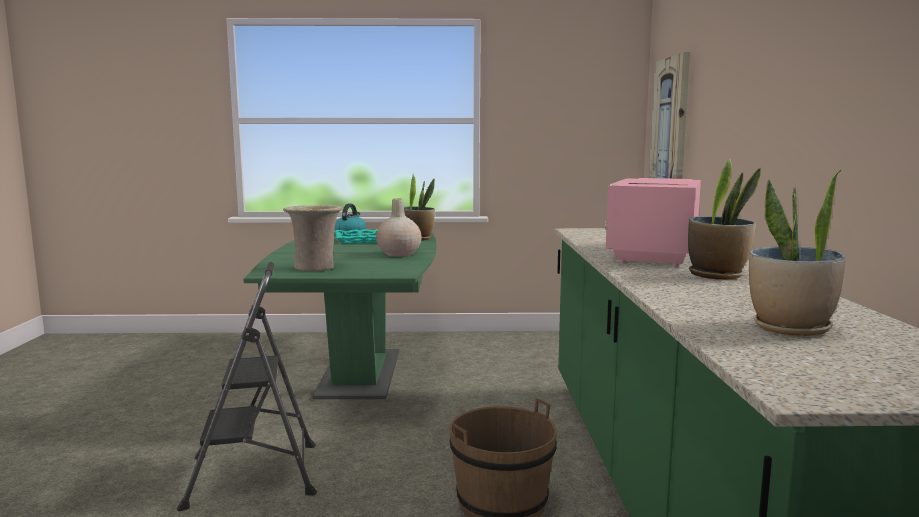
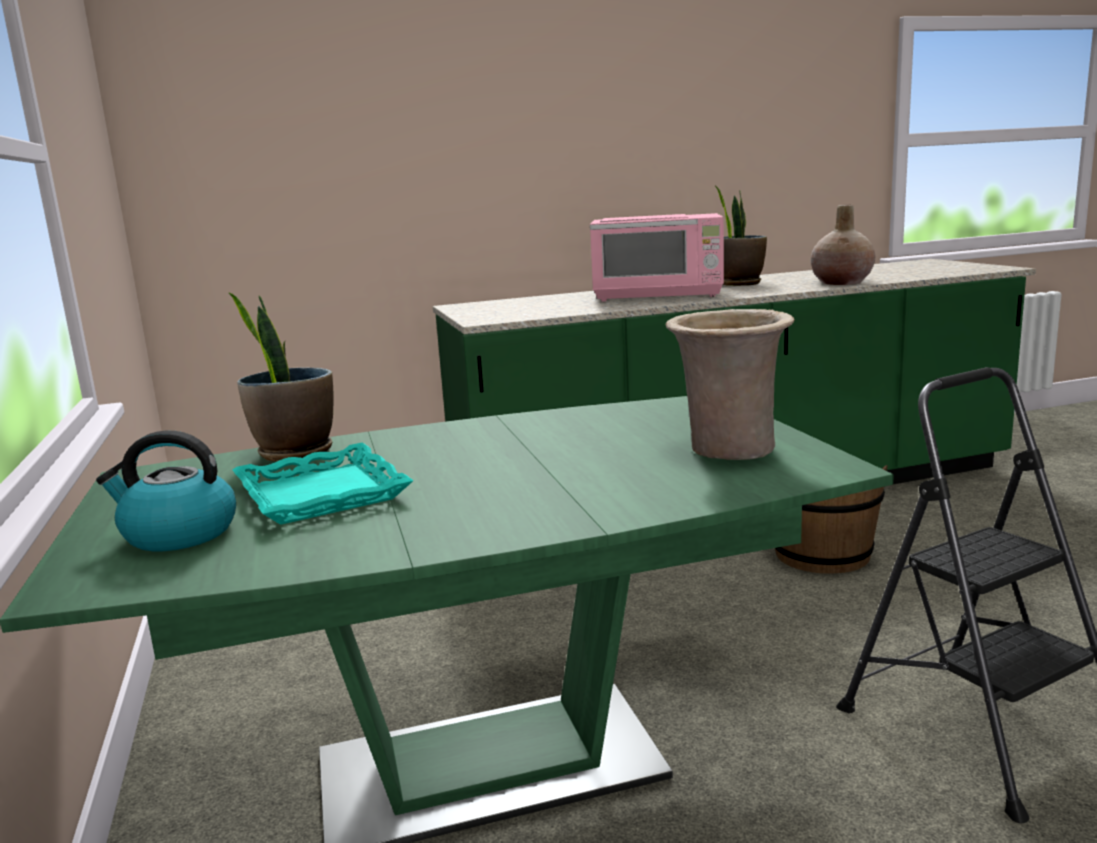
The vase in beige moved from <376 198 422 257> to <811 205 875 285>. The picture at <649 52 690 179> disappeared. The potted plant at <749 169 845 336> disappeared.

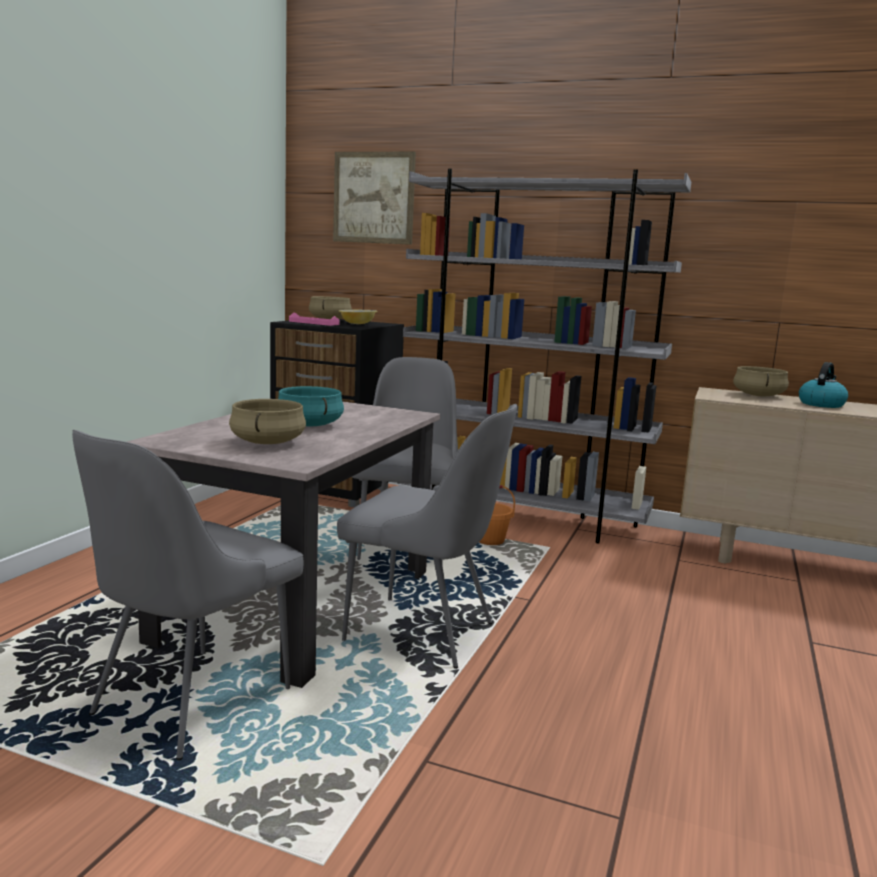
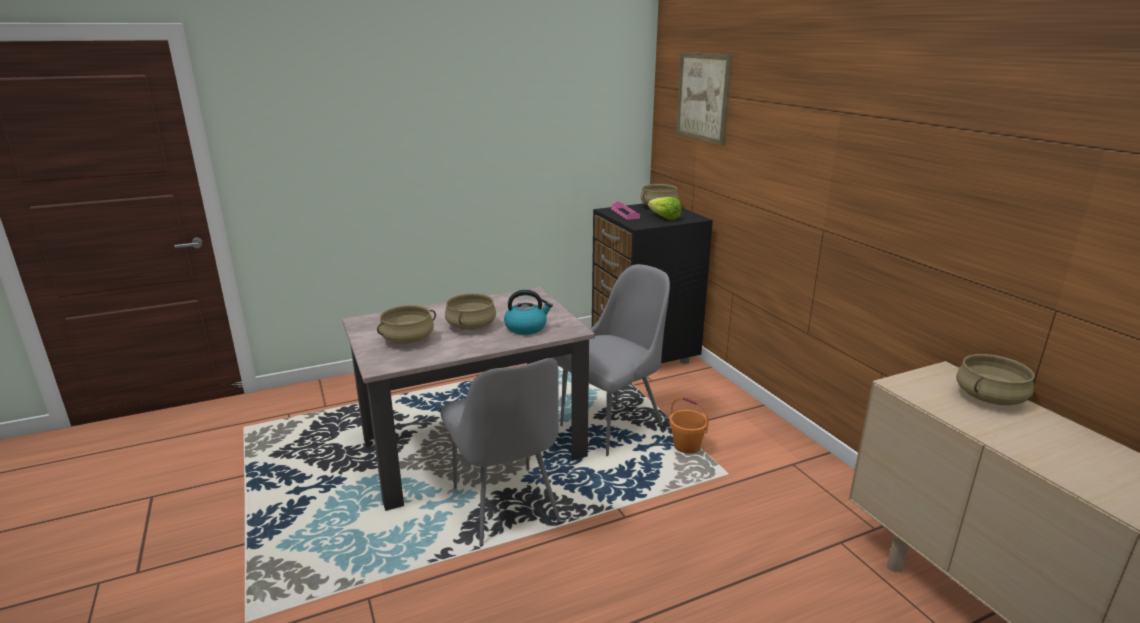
The cooking pot in turquoise at <278 386 344 426> became the cooking pot in beige at <445 293 496 330>. The kettle moved from <799 362 848 408> to <504 290 553 335>. The bowl at <339 310 377 324> was replaced by the lettuce at <648 197 681 220>. The chair in grey at <72 430 303 761> disappeared. The bookcase in grey at <397 169 691 544> disappeared.

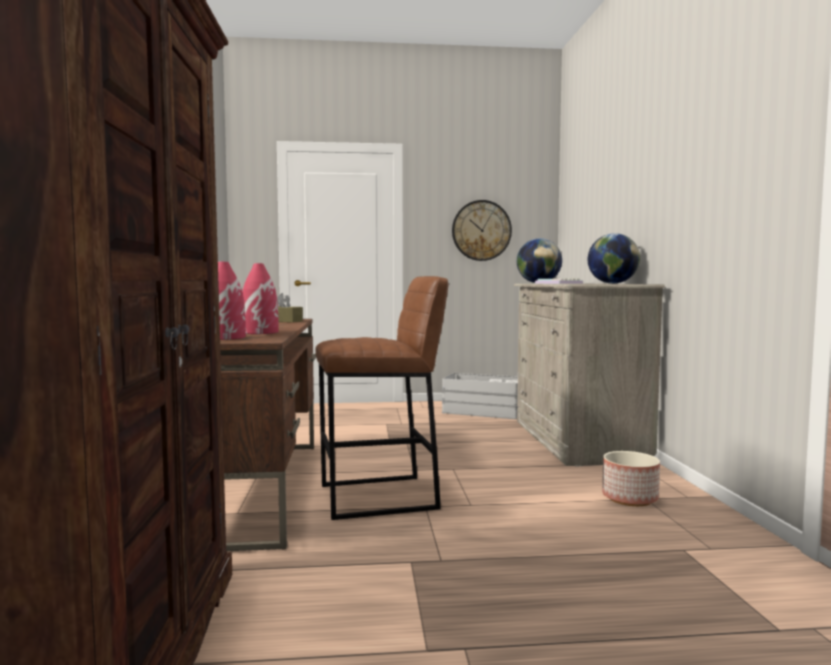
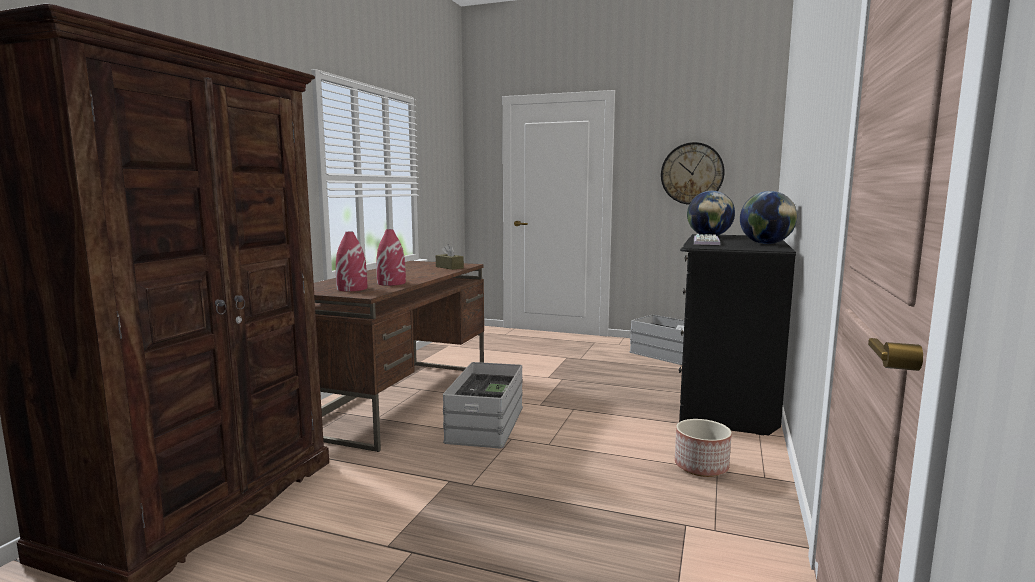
The stool in brown at <316 276 449 520> was replaced by the storage box in grey at <443 362 523 448>. The dresser in beige at <514 283 665 466> became the dresser in black at <679 234 796 435>.

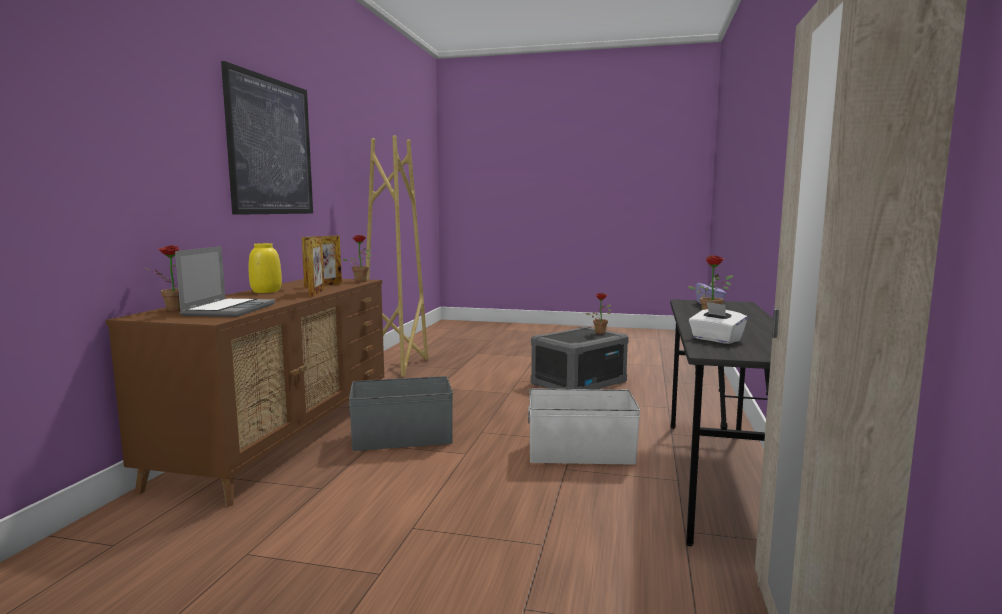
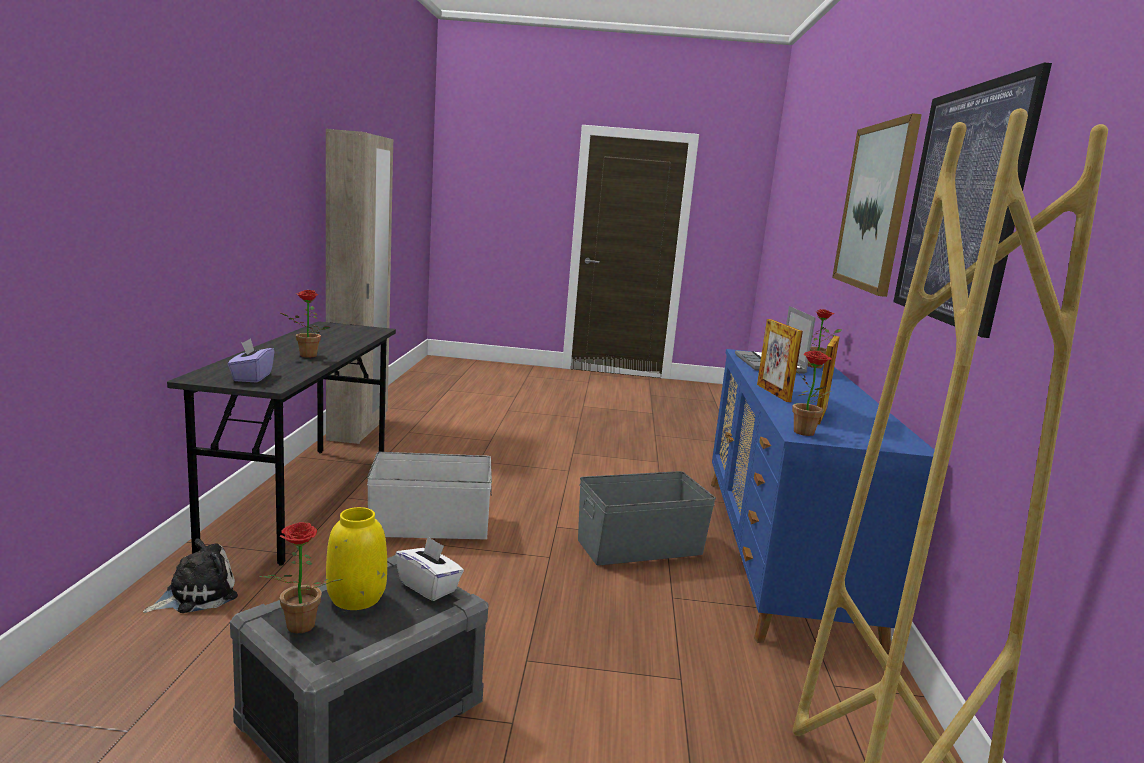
The plush toy at <143 538 238 613> appeared. The vase in yellow moved from <249 243 282 293> to <326 507 387 610>. The tissue box in white moved from <689 302 748 344> to <395 537 464 601>. The dresser in brown at <106 279 384 507> became the dresser in blue at <711 349 935 656>. The picture at <832 113 922 297> appeared.

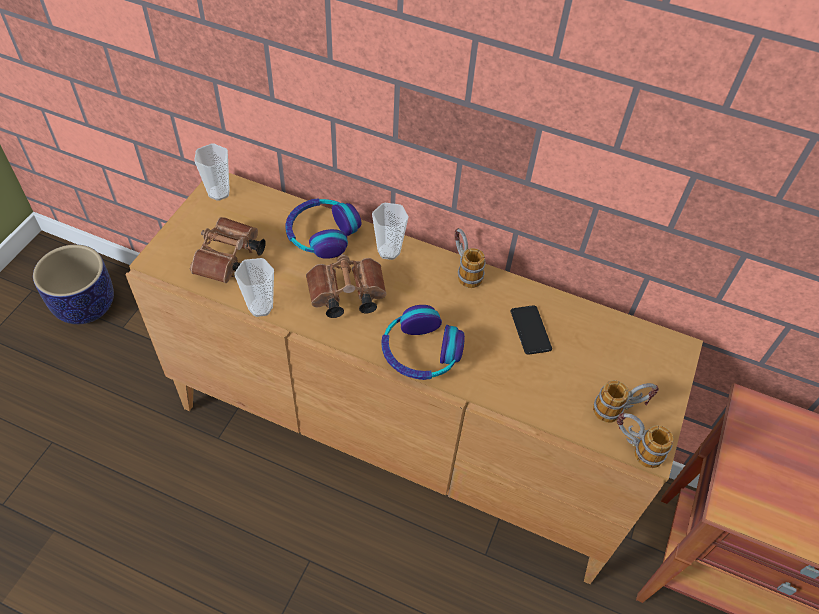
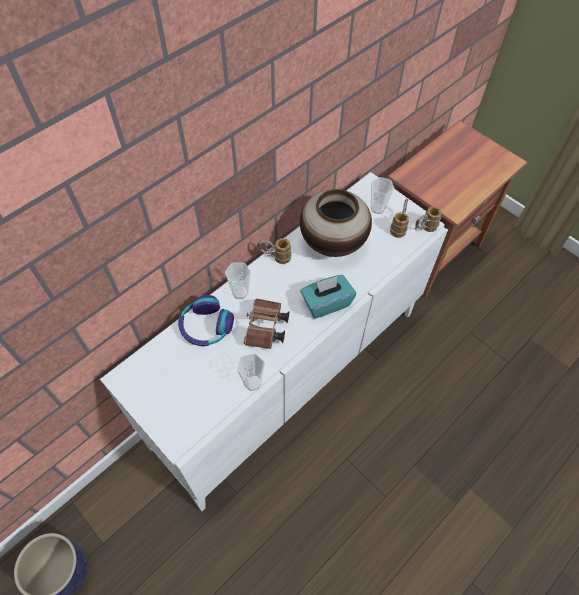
The dresser in brown at <125 173 703 584> became the dresser in white at <100 172 448 511>. The phone at <510 305 552 355> was replaced by the vase at <300 189 372 257>. The headphones at <382 305 465 380> was replaced by the tissue box in turquoise at <300 275 356 319>. The cup moved from <194 144 230 201> to <371 177 394 214>. The binoculars in brown at <190 217 266 283> disappeared.

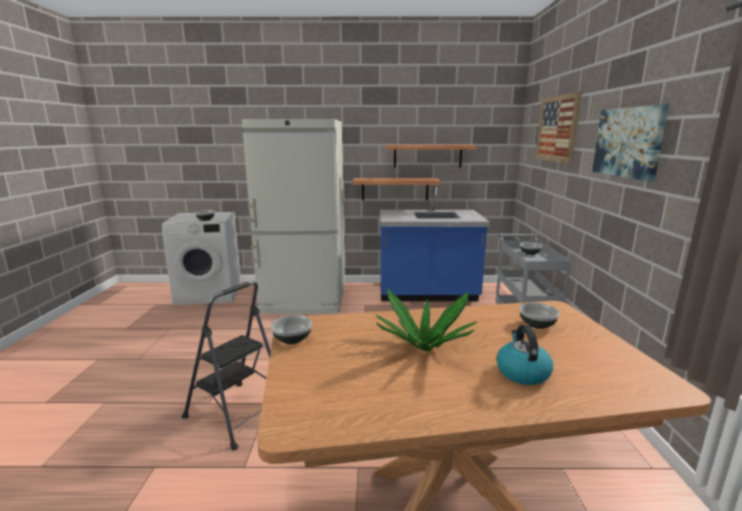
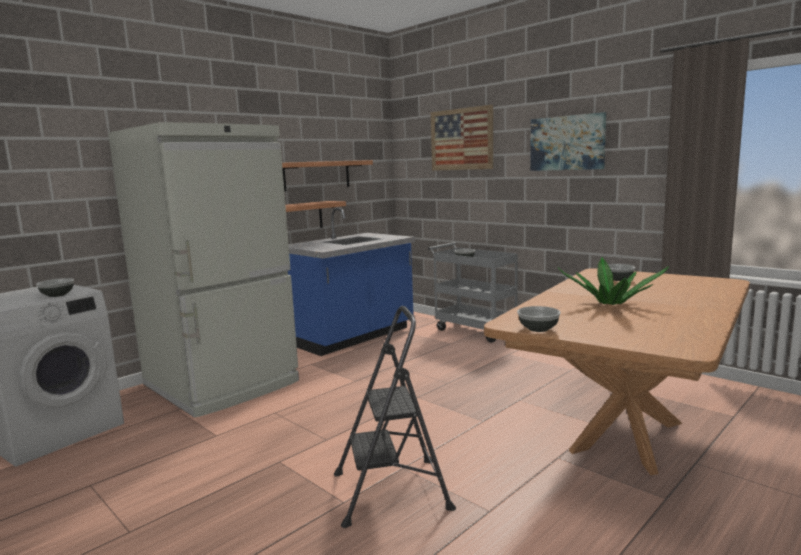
The kettle at <496 325 553 385> disappeared.

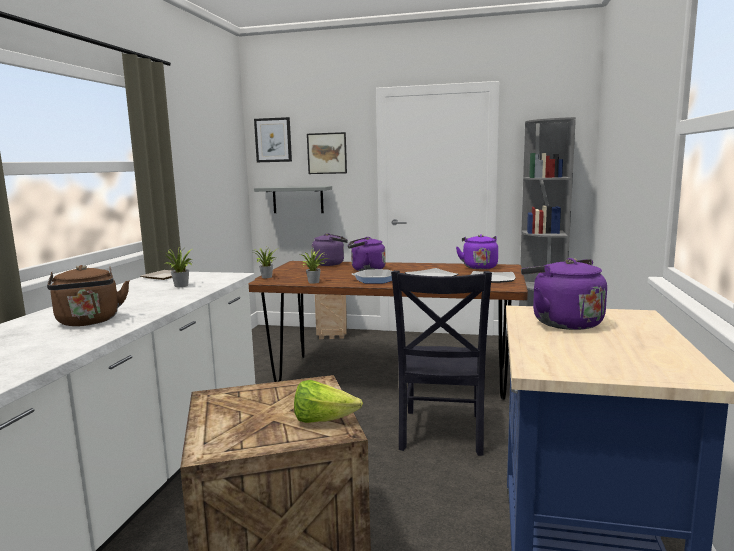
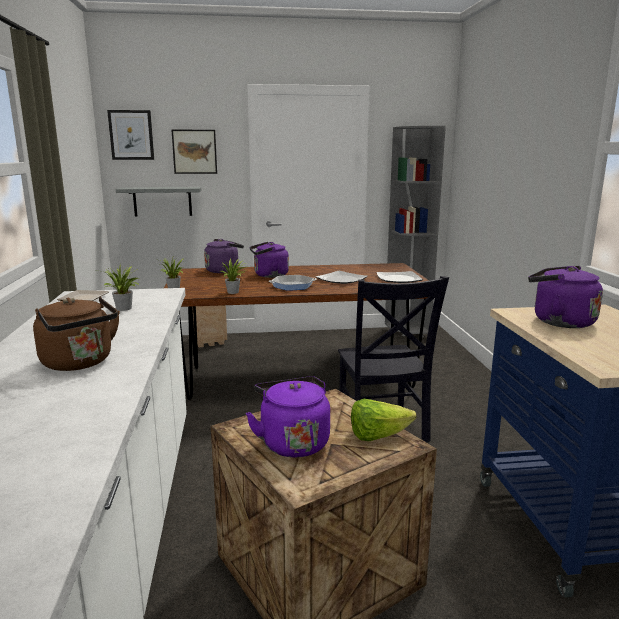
The kettle in purple moved from <456 234 498 269> to <246 376 330 458>.

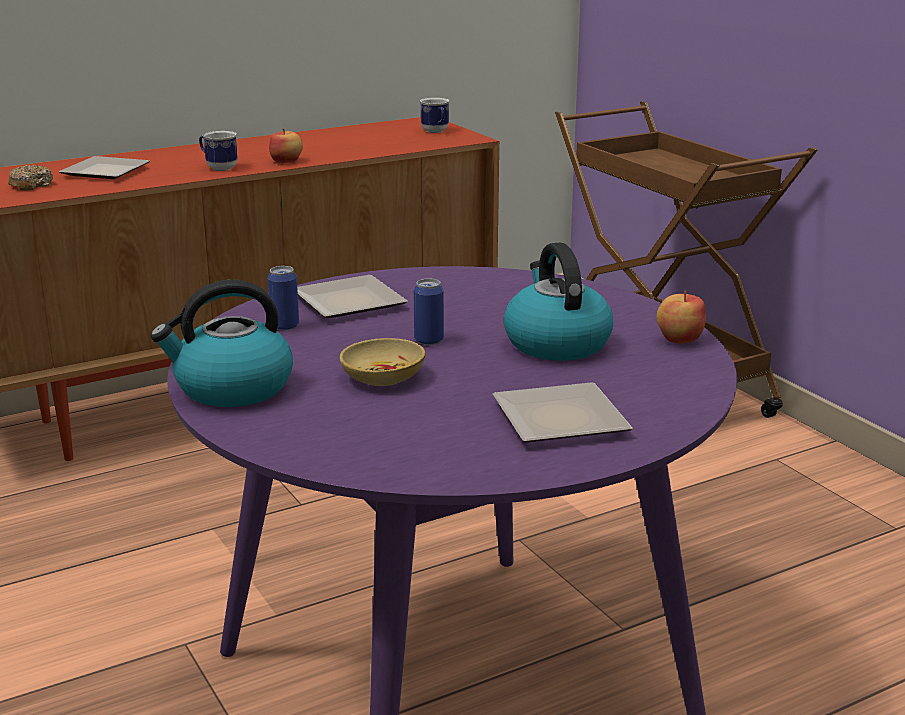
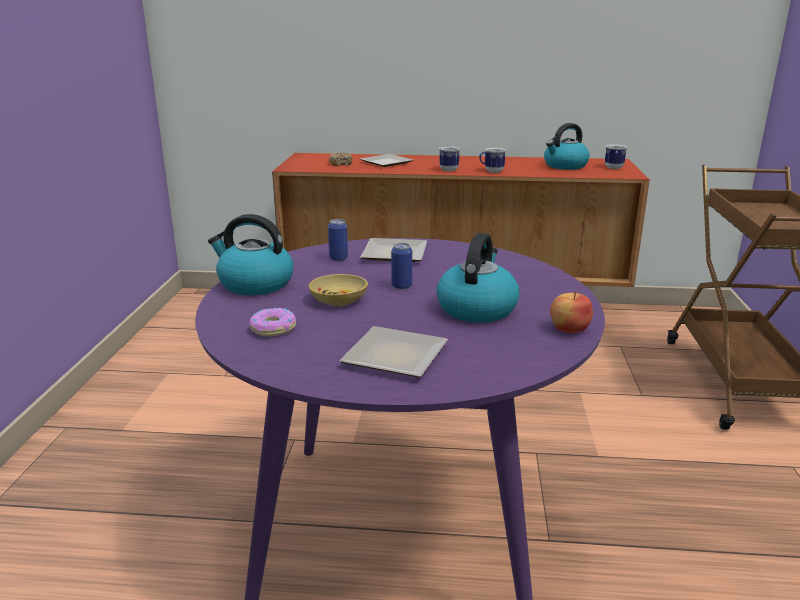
The donut at <249 307 296 336> appeared. The apple at <269 128 303 163> was replaced by the mug at <479 148 506 173>. The kettle at <544 123 590 170> appeared.

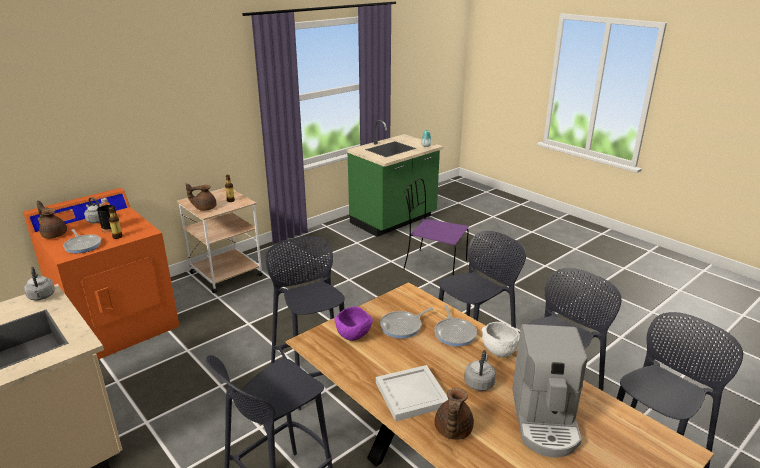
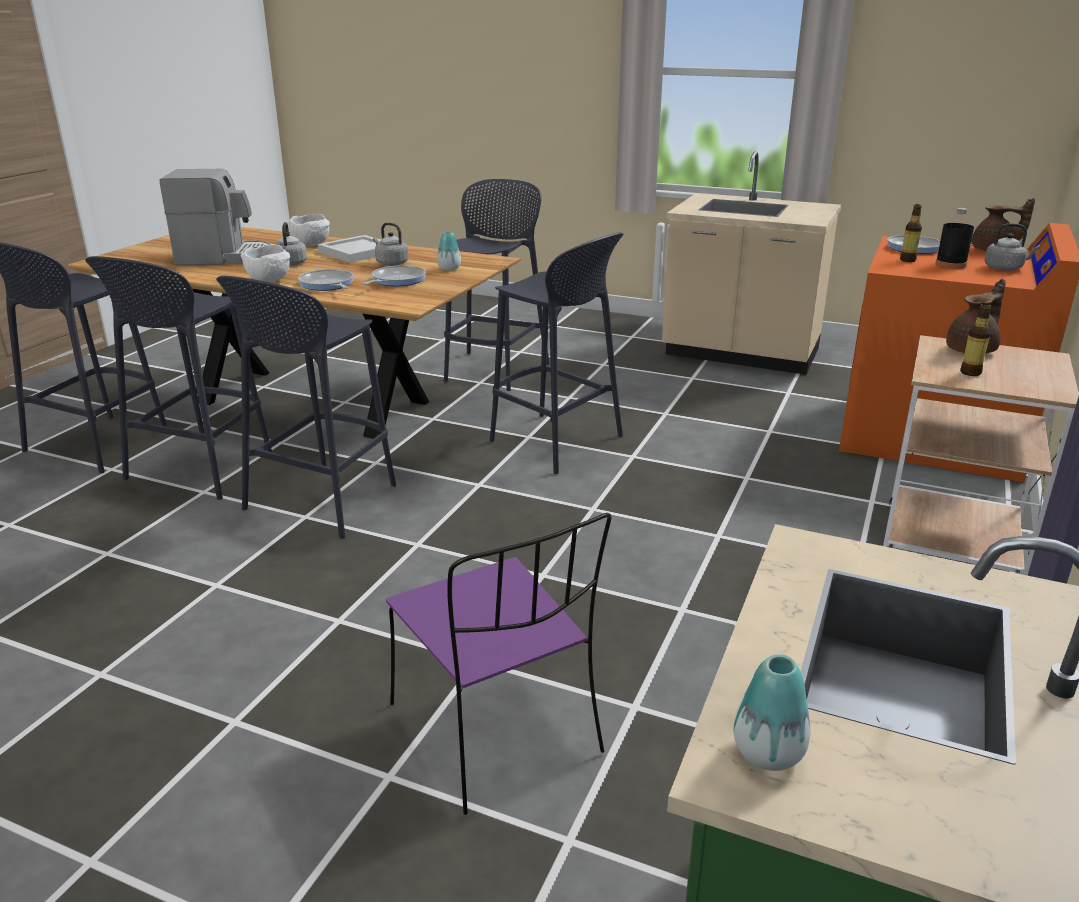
The coffee machine at <512 324 587 458> turned 105 degrees clockwise. The teapot in brown at <435 388 474 440> was replaced by the bowl in white at <287 214 330 246>. The kettle in grey moved from <24 267 55 300> to <373 223 409 266>. The chair in purple at <403 178 469 275> turned 60 degrees clockwise. The bowl in purple at <334 307 373 341> was replaced by the vase at <437 232 461 271>.

